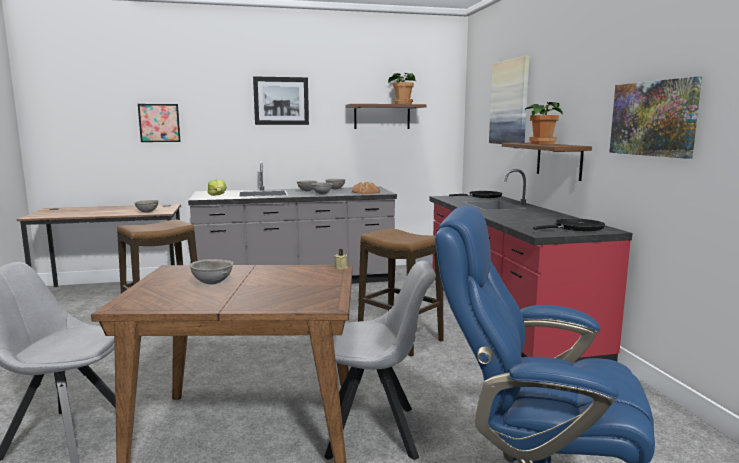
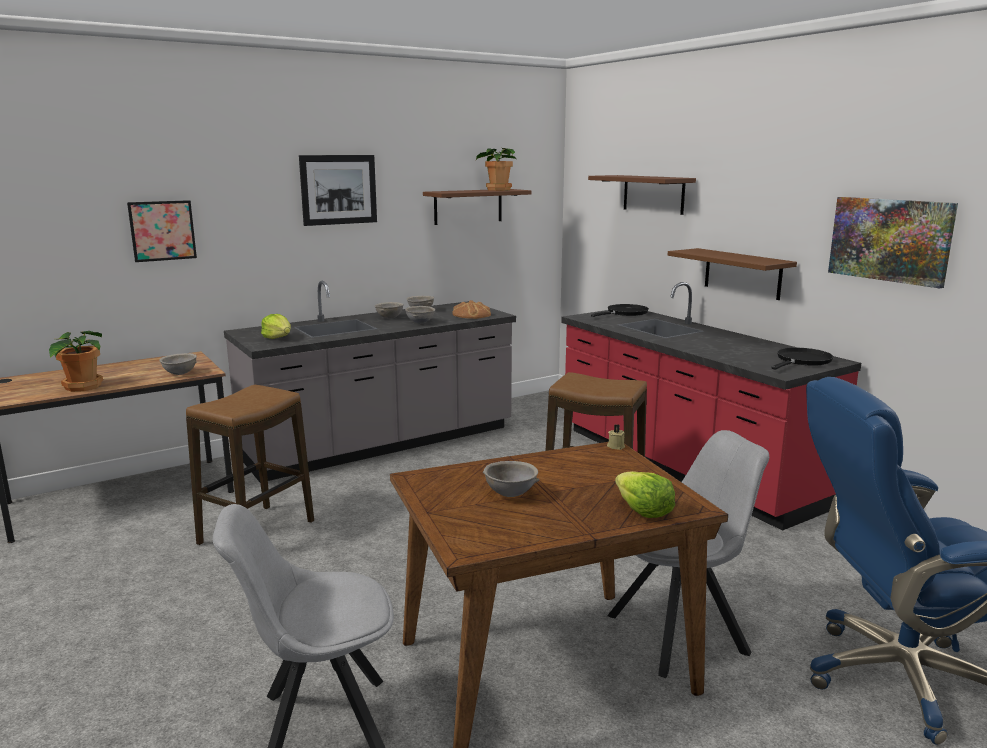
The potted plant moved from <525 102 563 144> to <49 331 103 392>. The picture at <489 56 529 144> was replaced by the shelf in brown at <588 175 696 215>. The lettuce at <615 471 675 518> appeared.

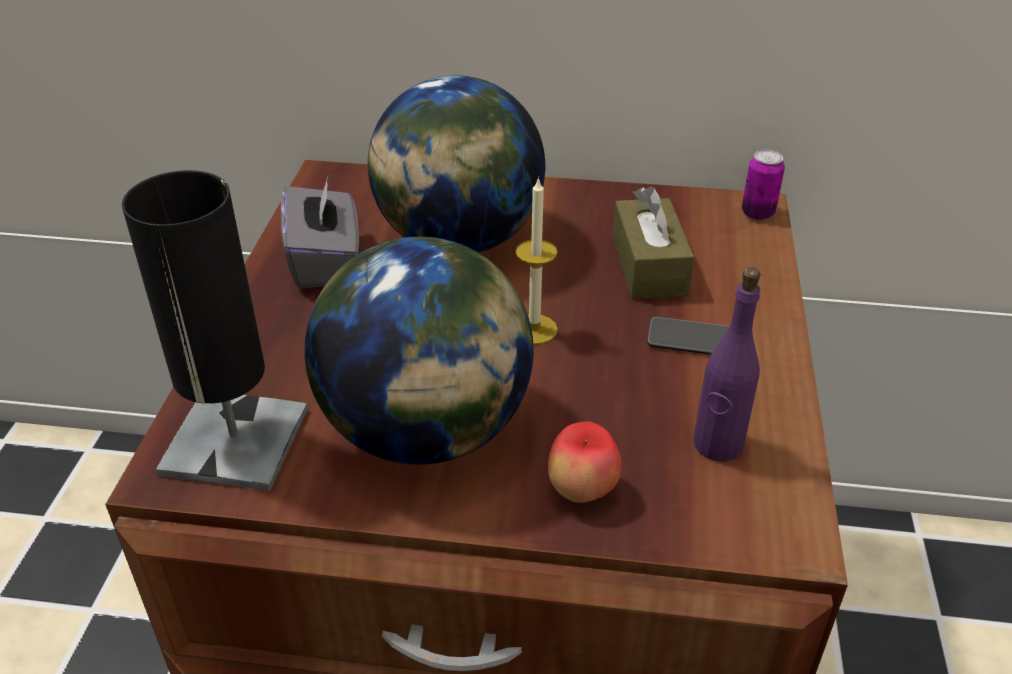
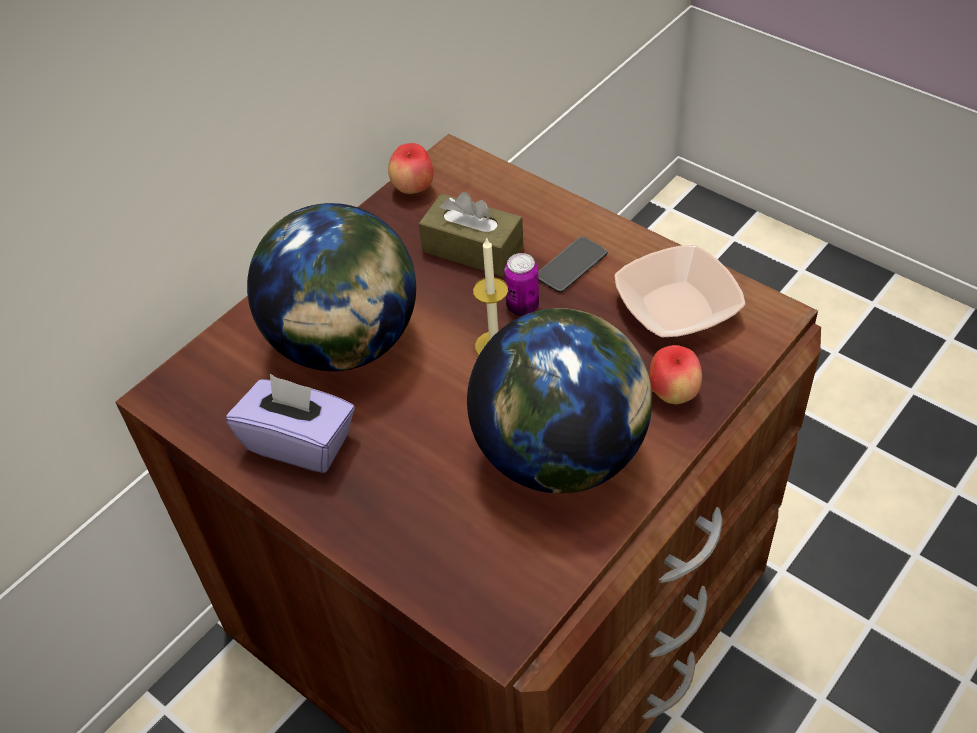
The tissue box in grey at <281 177 359 289> became the tissue box in purple at <226 374 355 473>. The apple at <388 143 434 194> appeared. The can moved from <742 150 785 220> to <504 253 539 316>. The bottle in purple at <693 267 761 461> was replaced by the bowl at <615 245 745 337>. The table lamp in black at <122 170 308 491> disappeared.

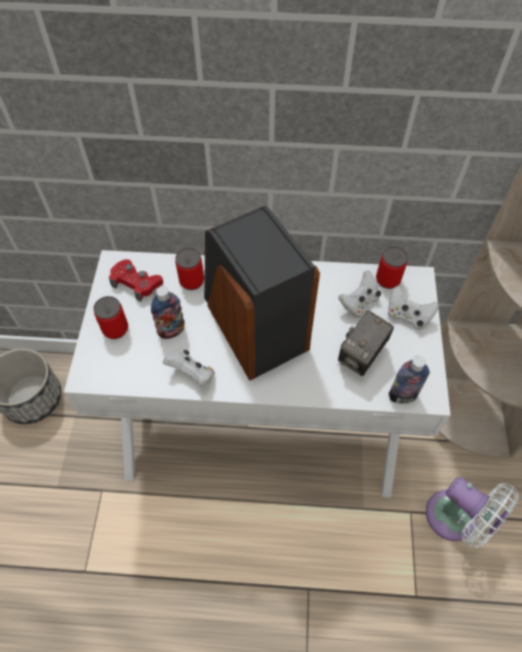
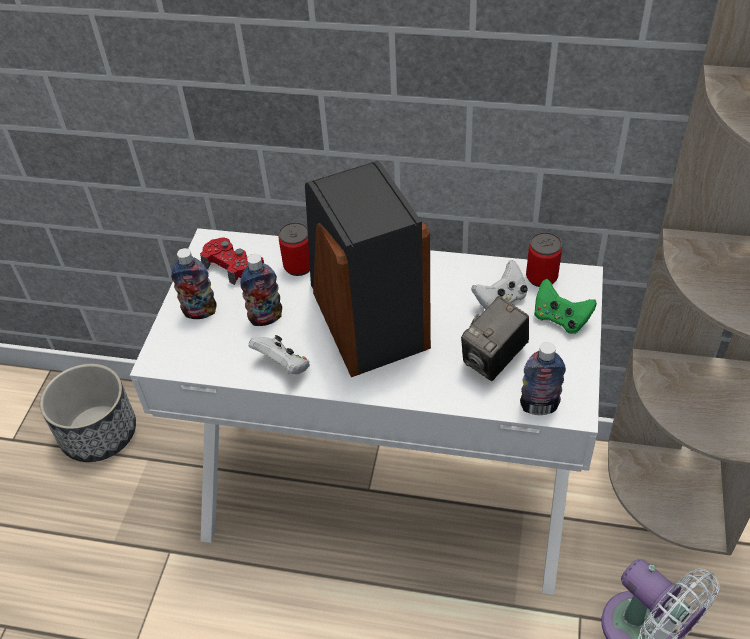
The can at <94 296 128 339> was replaced by the bottle at <171 248 217 319>. The game controller in white at <388 286 439 330> became the game controller in green at <534 279 597 334>.

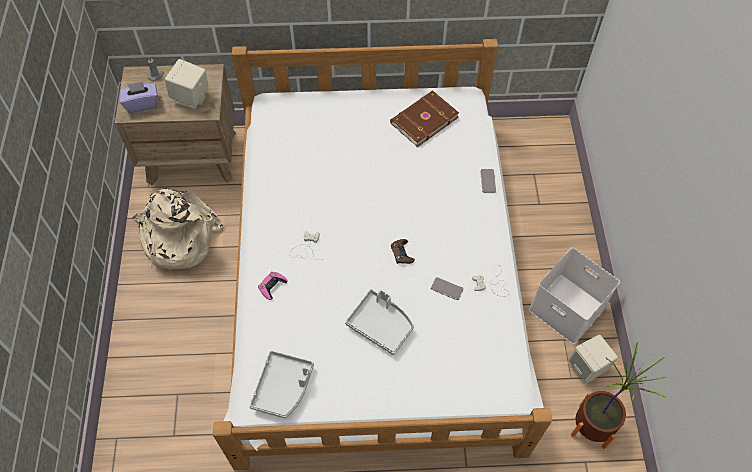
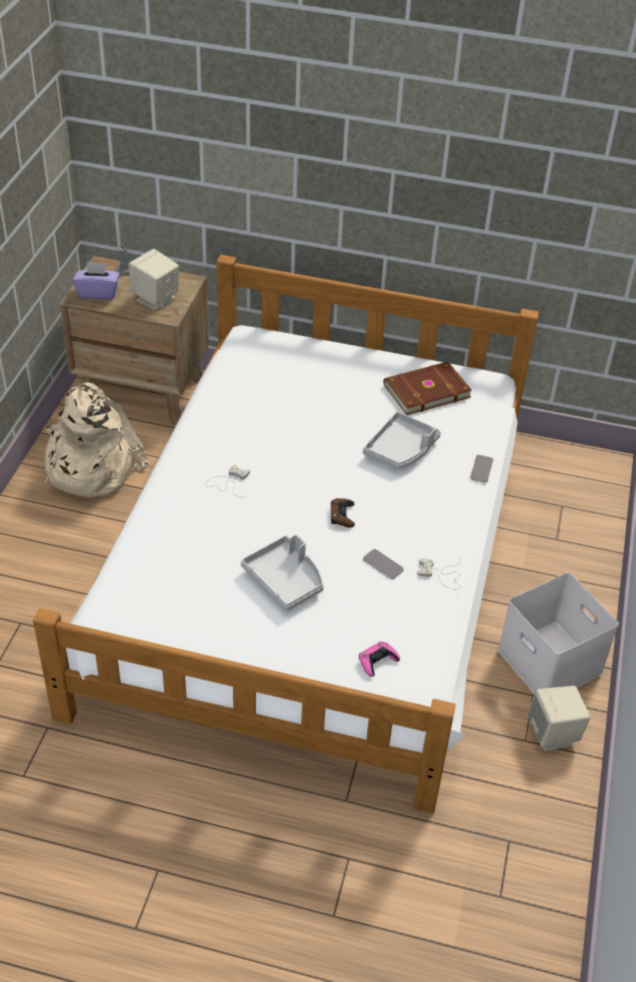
The game controller in pink moved from <258 272 287 300> to <359 641 400 677>. The tray in grey moved from <249 351 314 418> to <363 412 441 470>. The potted plant at <571 342 666 449> disappeared.

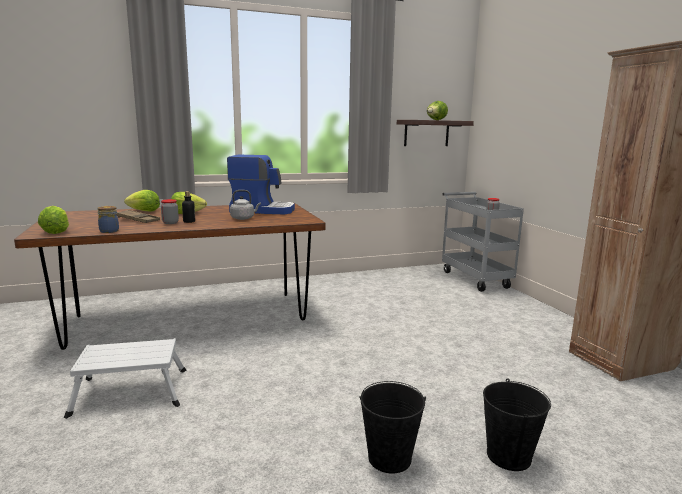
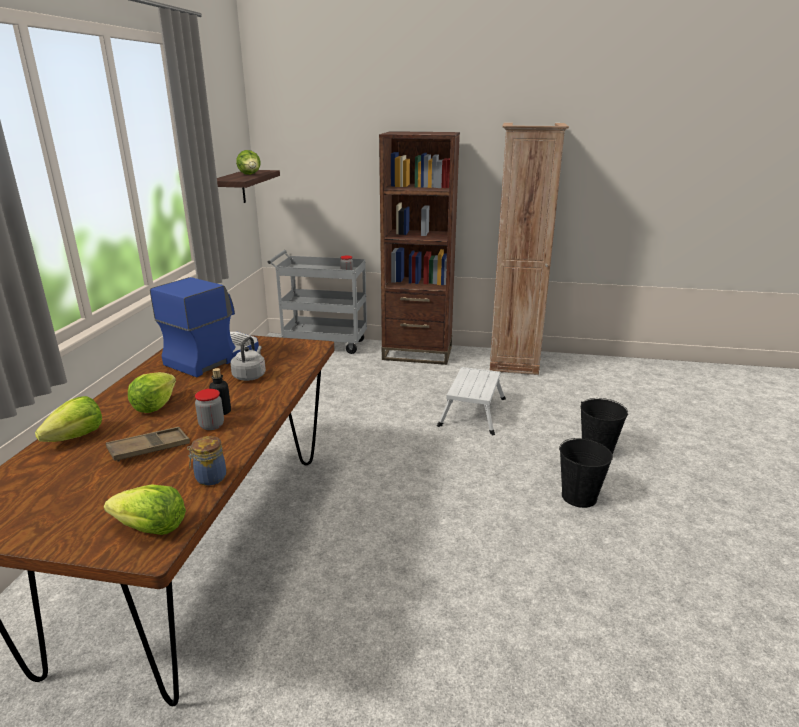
The bookcase in brown at <379 131 460 365> appeared. The step ladder in white moved from <64 338 187 419> to <437 367 506 435>.

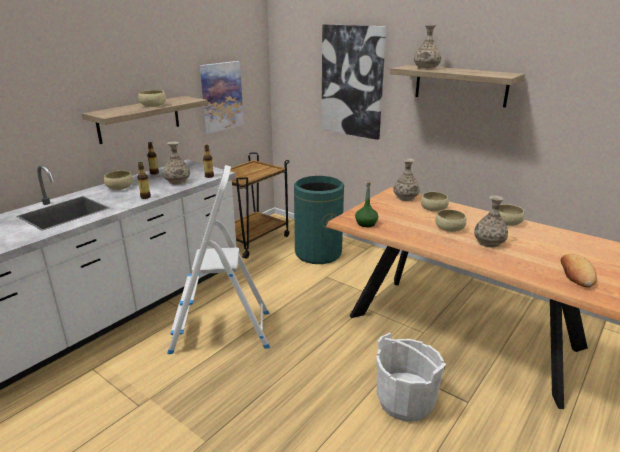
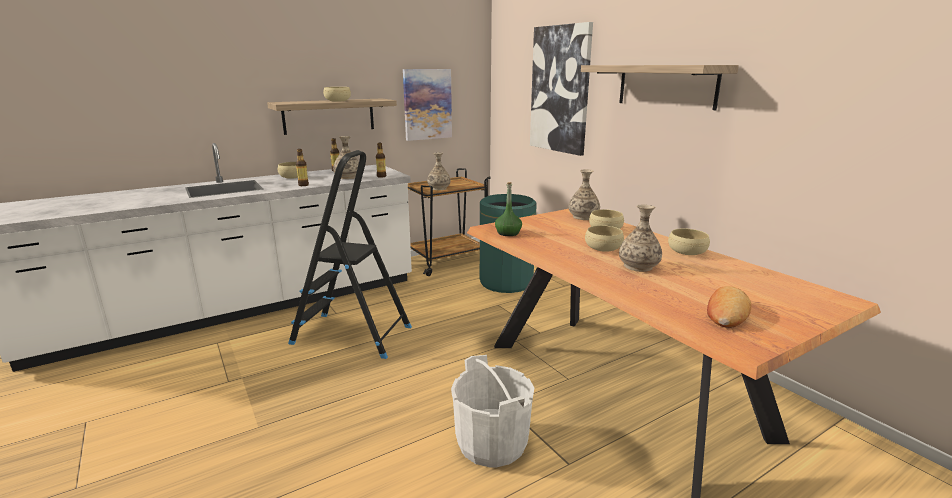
The step ladder in white at <167 165 270 354> became the step ladder in black at <288 150 412 359>. The vase moved from <414 25 441 70> to <427 152 451 190>.

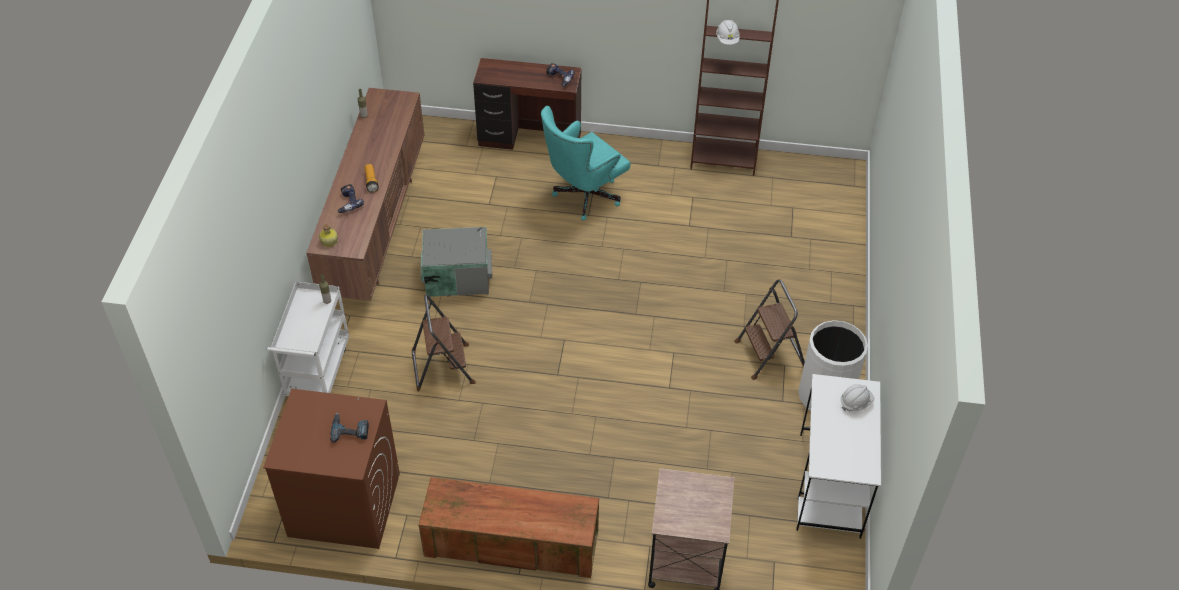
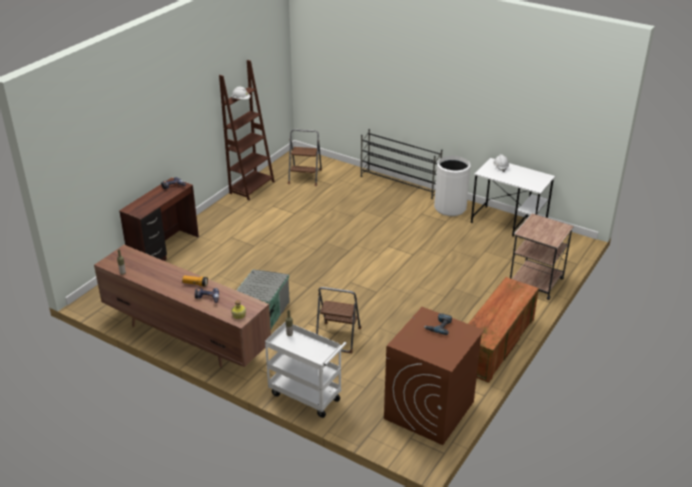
The step ladder in brown moved from <734 279 805 380> to <288 129 322 186>. The shoe rack in black at <360 129 442 199> appeared. The office chair in turquoise at <541 106 630 221> disappeared.

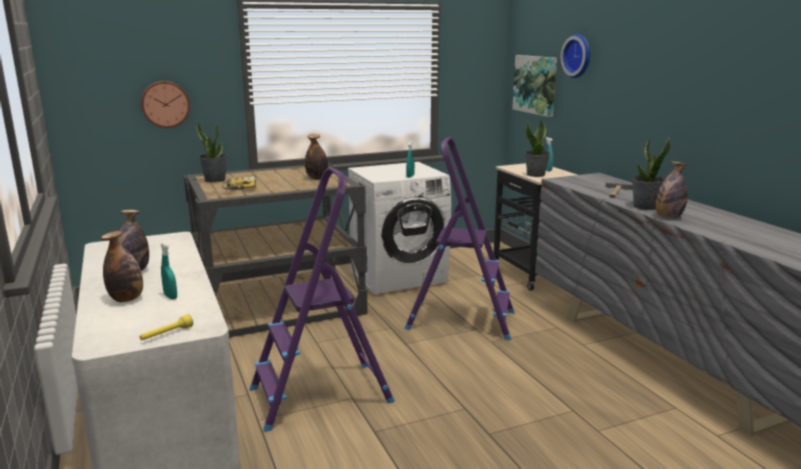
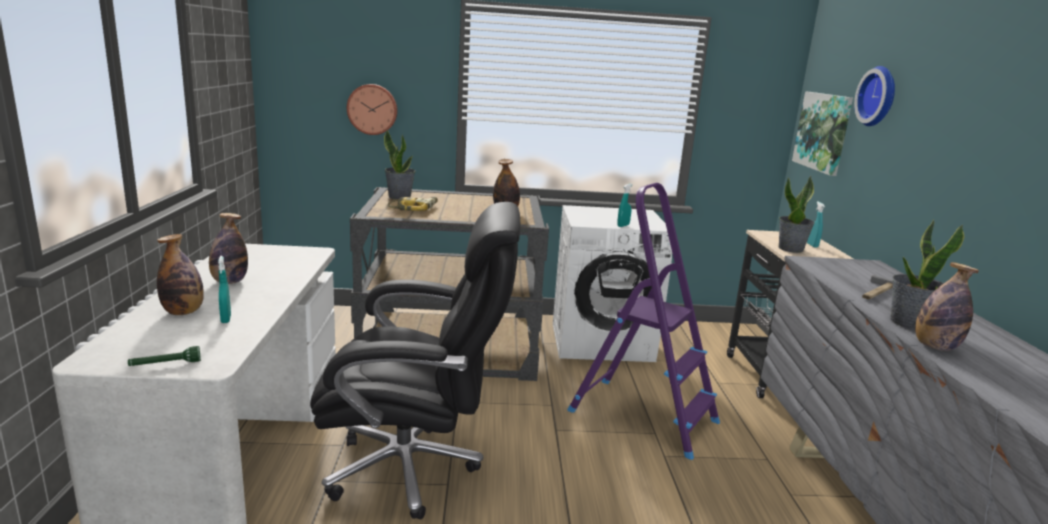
The flashlight in yellow at <140 314 193 340> became the flashlight in green at <128 346 201 366>. The step ladder in purple at <249 167 395 432> was replaced by the office chair in black at <310 202 521 520>.

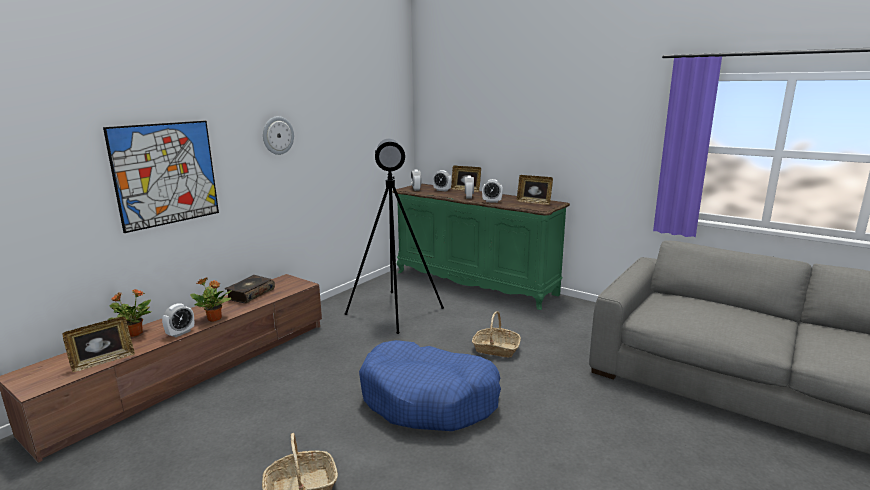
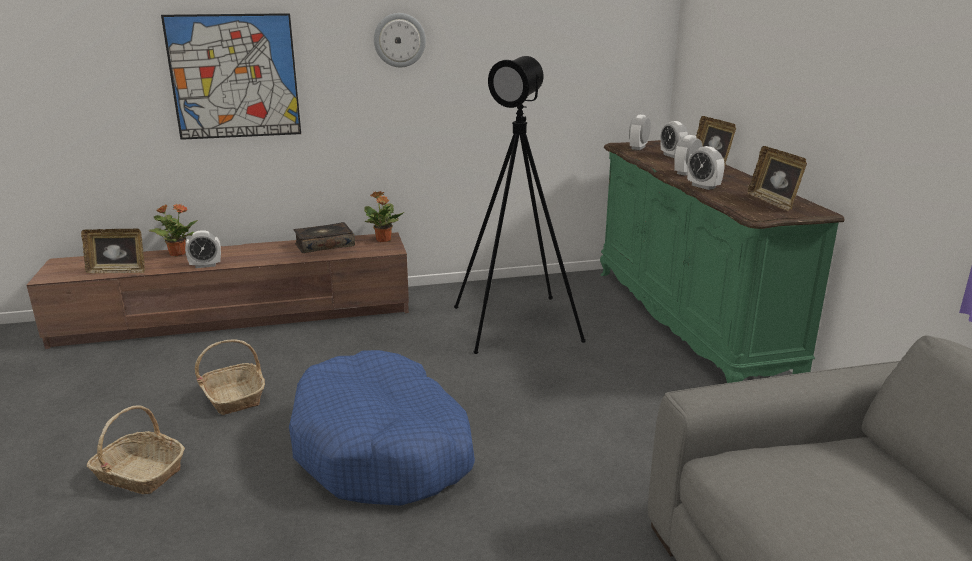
The basket moved from <472 311 521 358> to <195 340 265 415>. The potted plant moved from <190 277 232 322> to <364 191 404 242>.

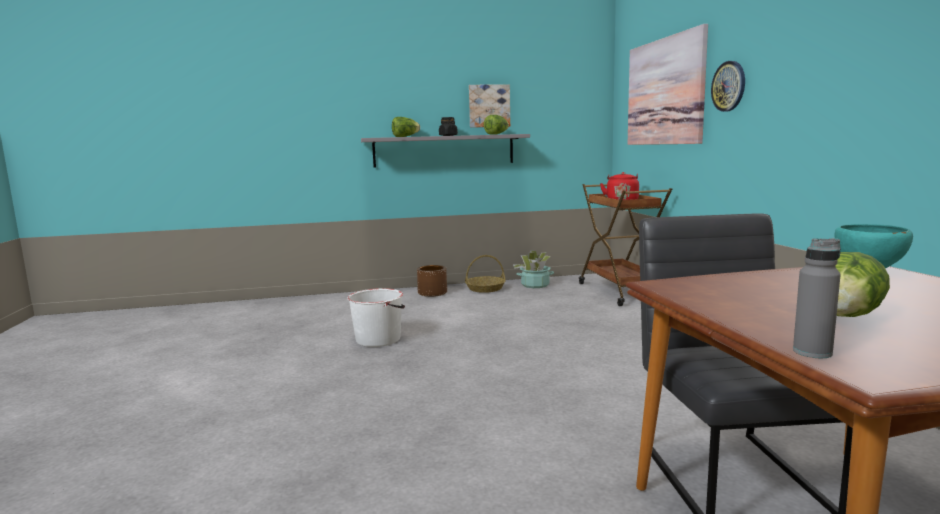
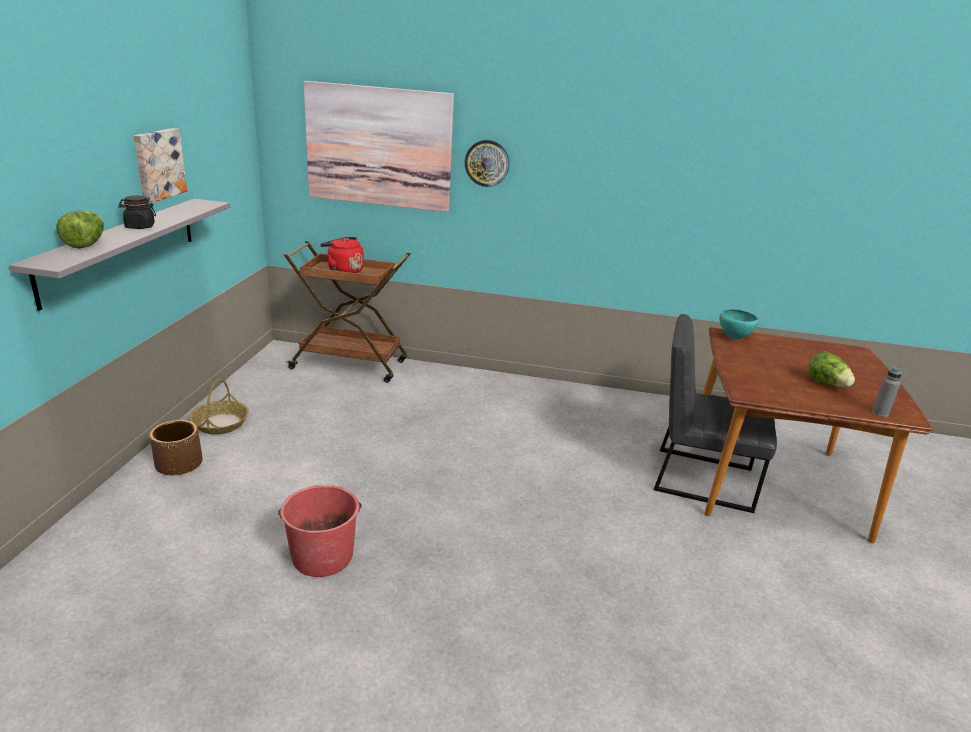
The bucket in white at <347 288 405 347> became the bucket in red at <278 485 362 577>. The lettuce at <484 115 509 135> disappeared. The potted plant at <513 251 554 288> disappeared.

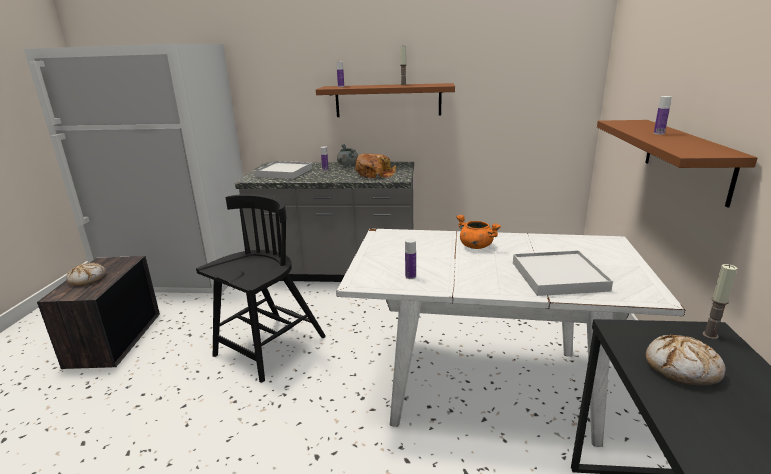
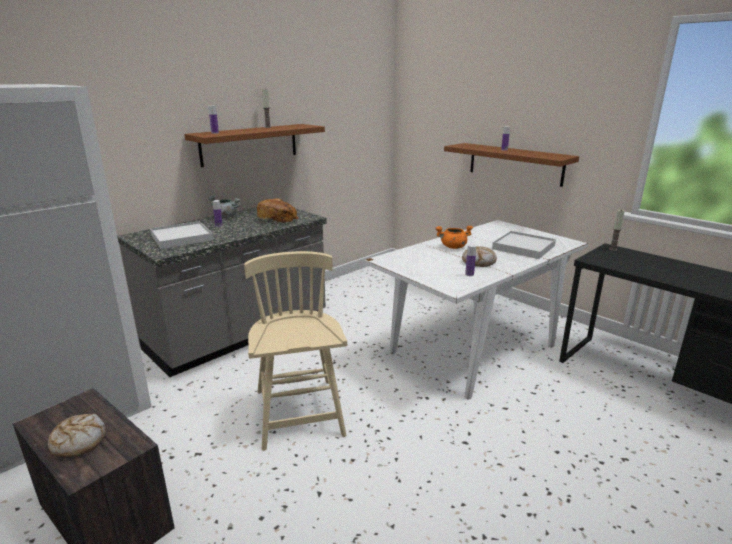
The chair in black at <196 194 326 383> became the chair in beige at <244 251 347 451>. The bread moved from <646 335 726 386> to <462 246 497 267>.

